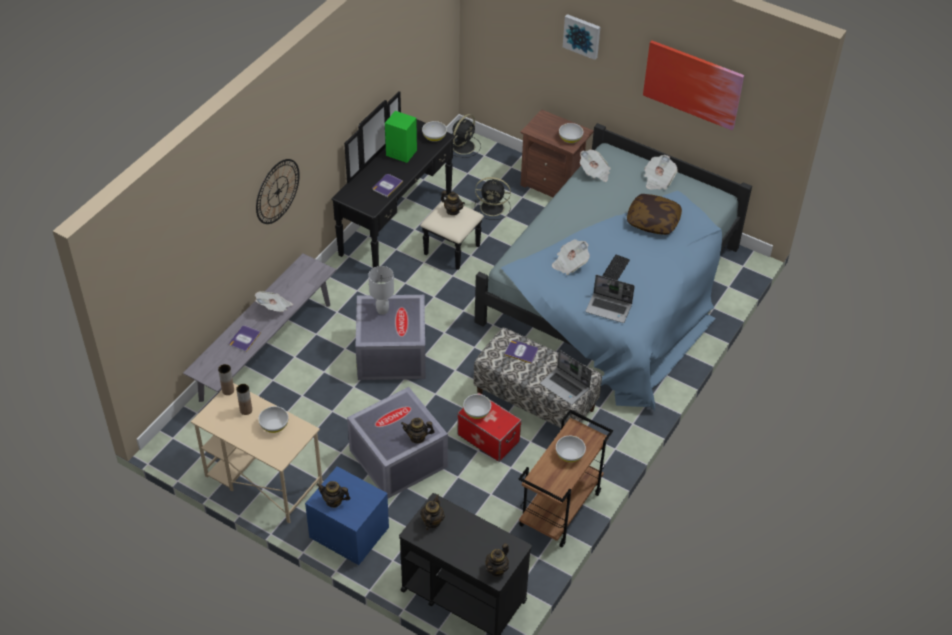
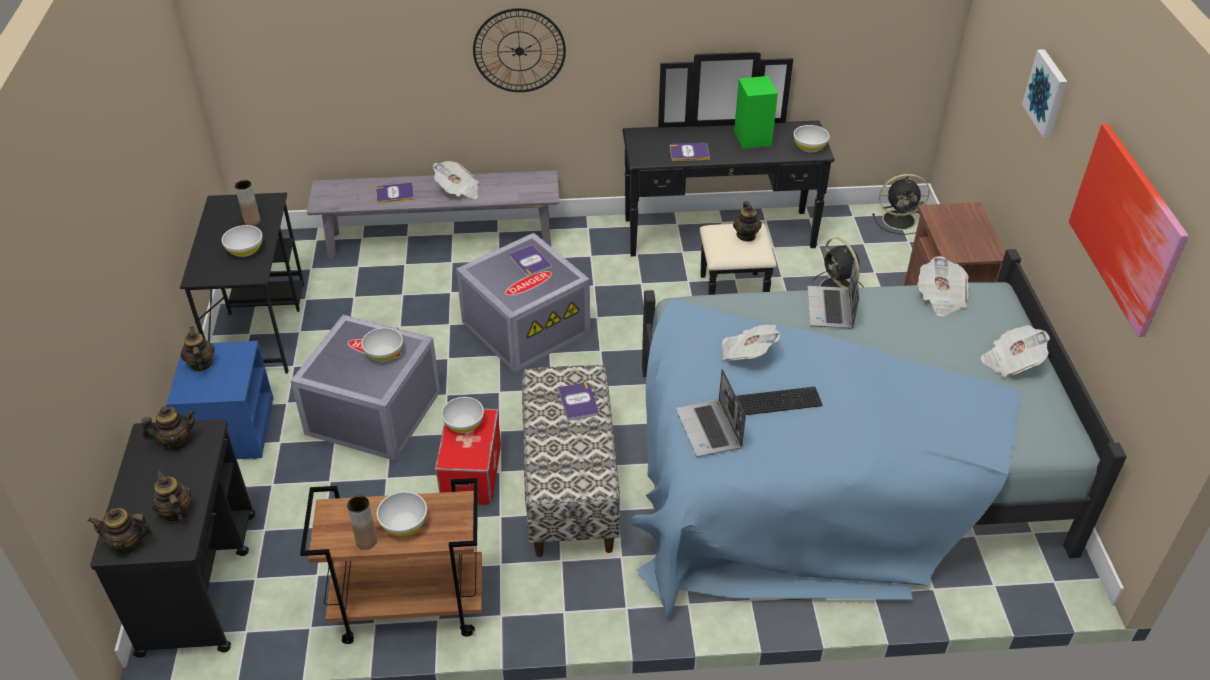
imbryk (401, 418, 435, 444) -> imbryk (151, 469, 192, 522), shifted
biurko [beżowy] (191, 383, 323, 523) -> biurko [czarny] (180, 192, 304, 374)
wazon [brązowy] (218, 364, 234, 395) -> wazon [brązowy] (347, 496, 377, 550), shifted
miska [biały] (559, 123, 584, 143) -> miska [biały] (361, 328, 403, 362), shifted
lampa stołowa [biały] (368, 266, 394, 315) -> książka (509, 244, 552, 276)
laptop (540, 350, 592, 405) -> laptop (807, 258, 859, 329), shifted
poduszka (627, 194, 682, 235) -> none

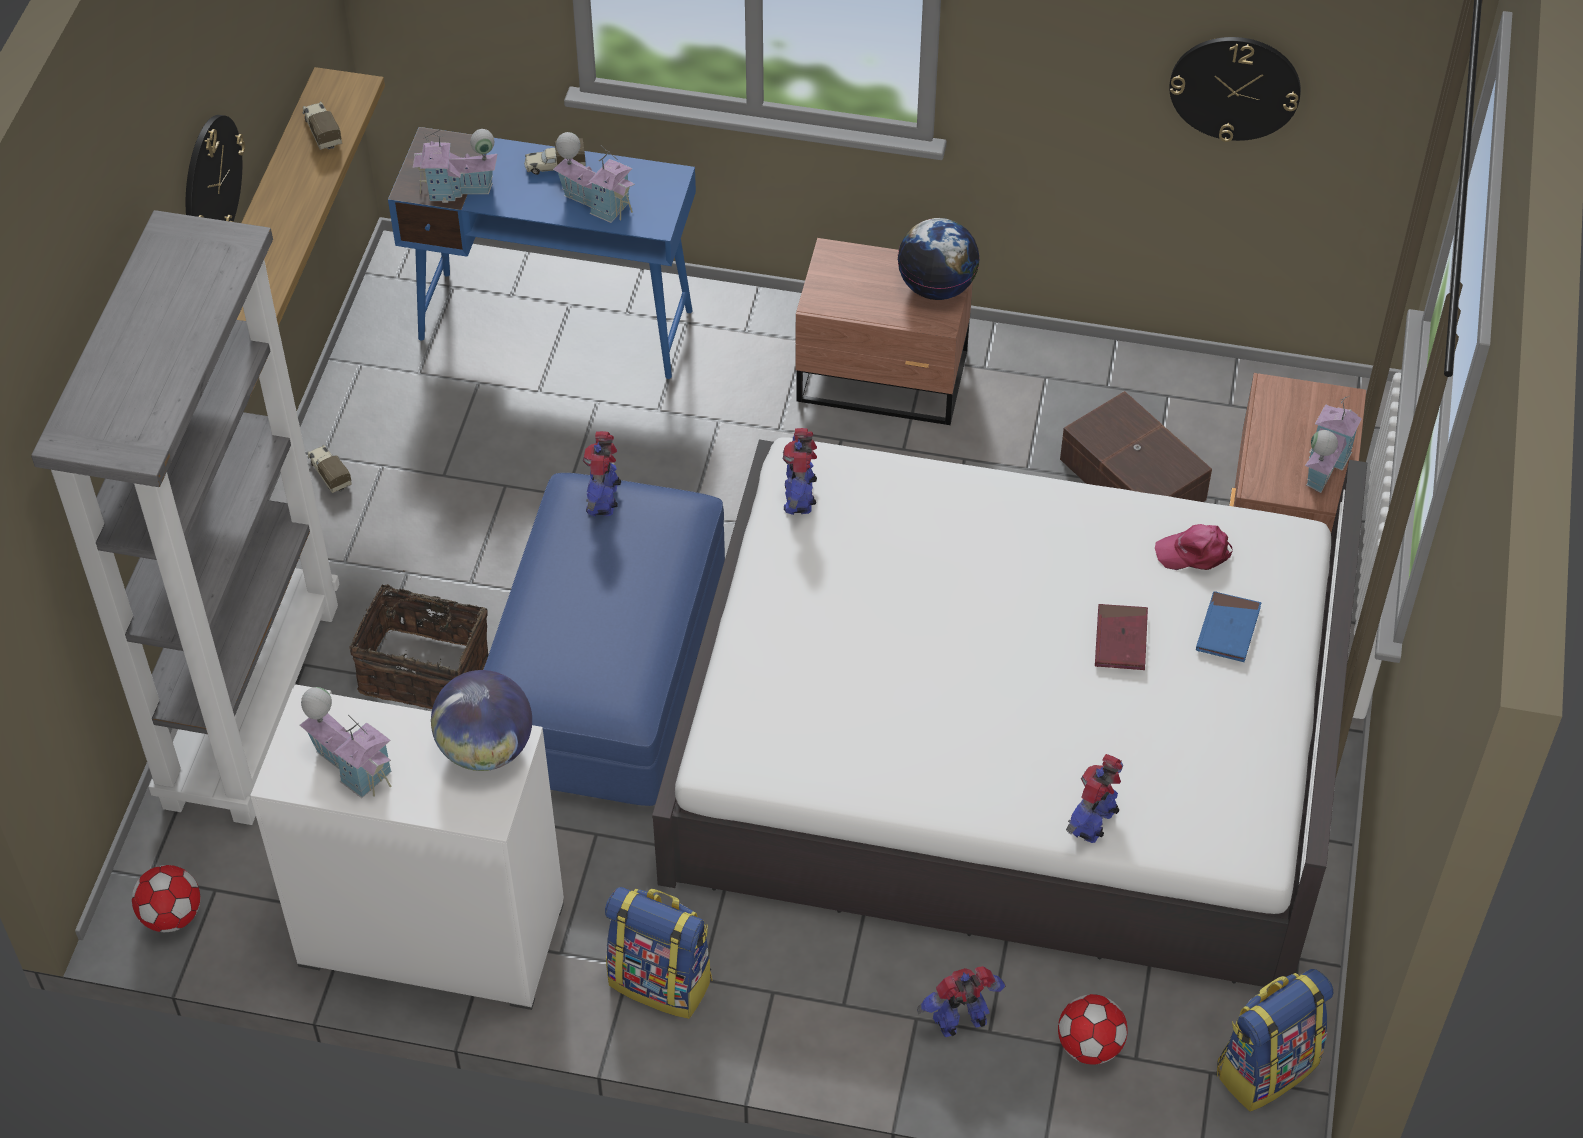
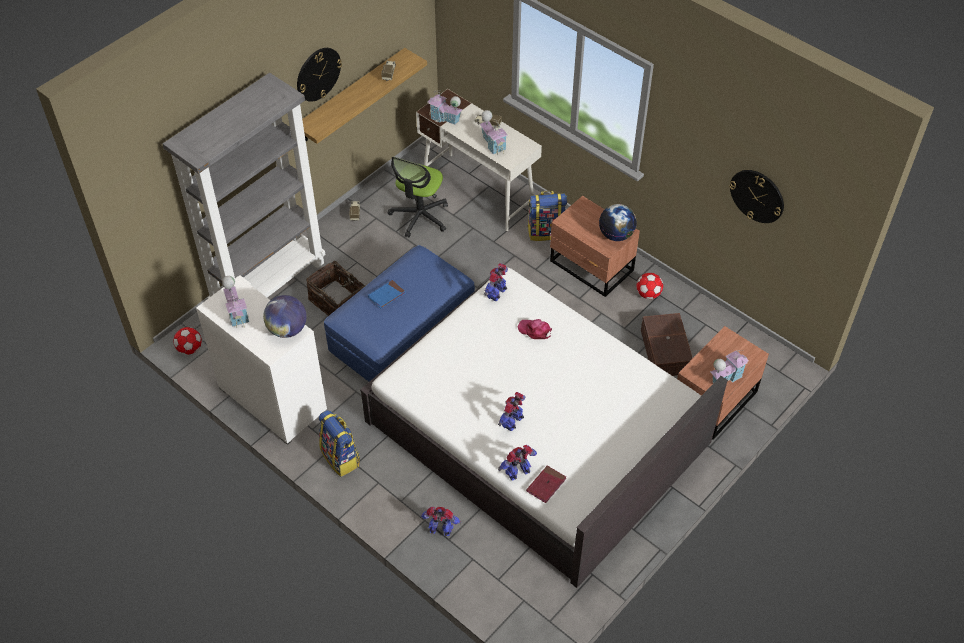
książka [niebieski] (1196, 591, 1261, 662) -> książka [niebieski] (368, 280, 406, 309), shifted
none -> krzesło biurowe (388, 157, 448, 238)
biurko [niebieski] (388, 127, 696, 379) -> biurko [biały] (416, 89, 542, 231)
robot zabawkowy (583, 431, 621, 517) -> robot zabawkowy (498, 392, 525, 431), shifted
czapka z daszkiem [różowy] (1155, 524, 1233, 570) -> czapka z daszkiem [różowy] (518, 319, 552, 339), shifted
książka [czerwony] (1095, 604, 1148, 670) -> książka [czerwony] (526, 465, 566, 503), shifted
plecak (1217, 969, 1333, 1112) -> plecak (527, 191, 567, 241), shifted
piłka futbolowa (1058, 994, 1128, 1065) -> piłka futbolowa (637, 273, 663, 299), shifted

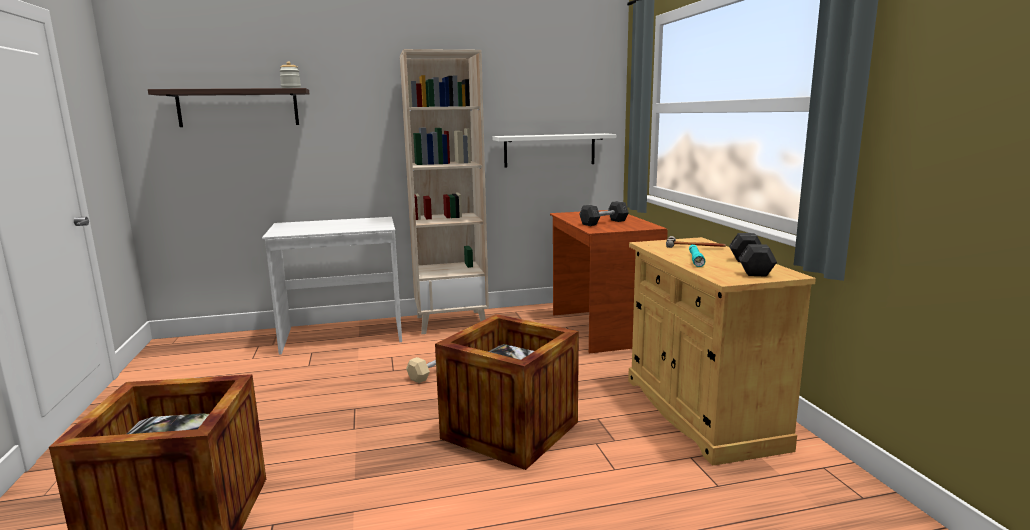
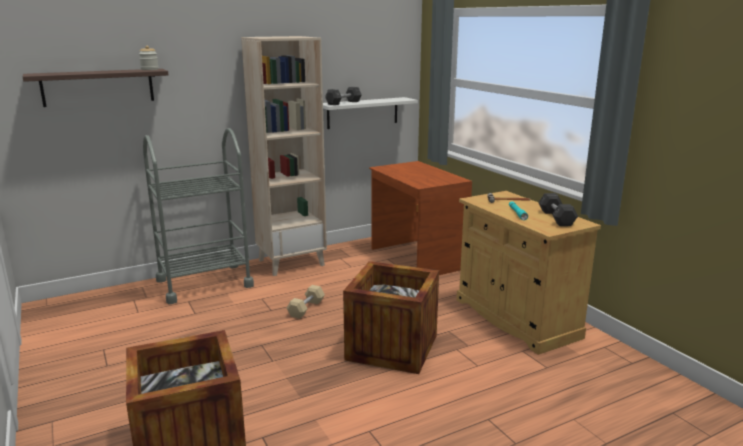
biurko [biały] (262, 217, 402, 355) -> wózek [szary] (143, 128, 254, 304)
hantel [szary] (579, 201, 629, 226) -> hantel [szary] (325, 87, 362, 105), shifted

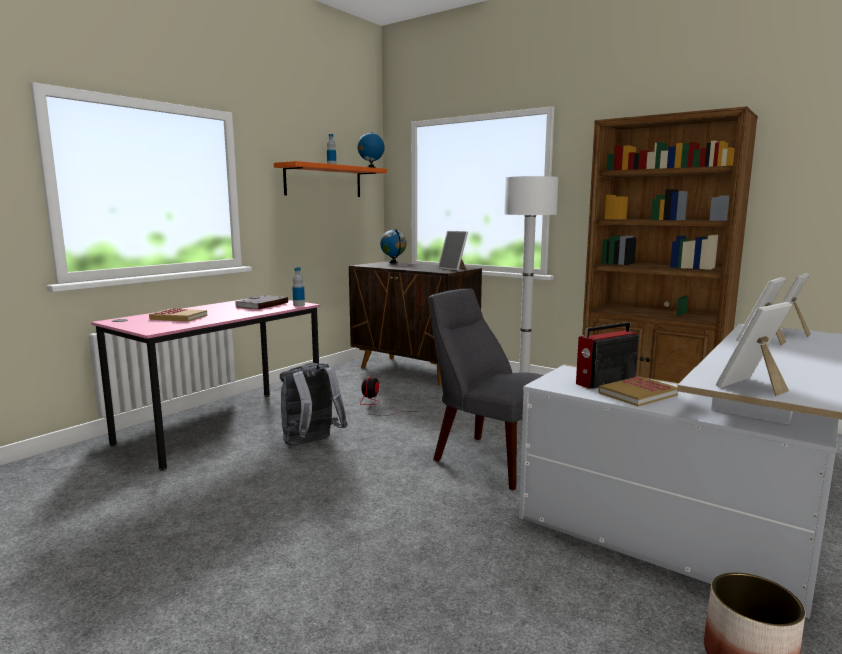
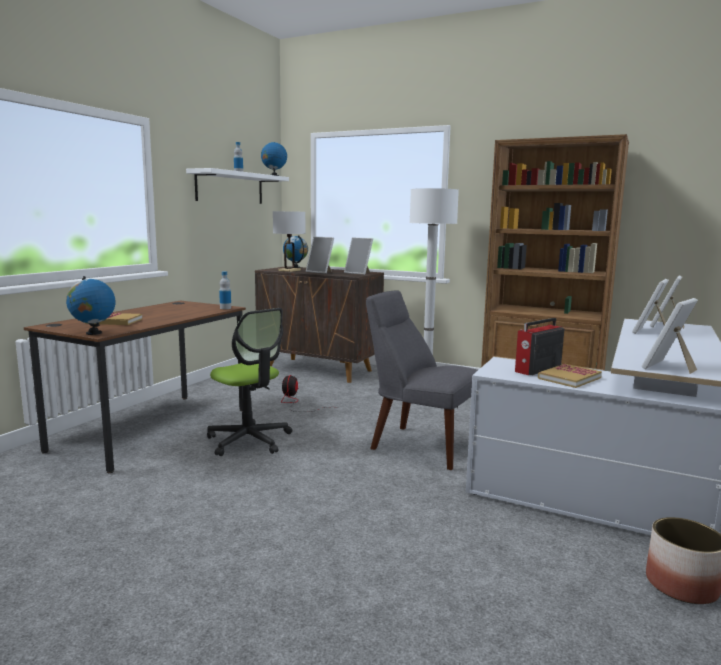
biurko [różowy] (91, 299, 320, 471) -> biurko [brązowy] (24, 301, 246, 473)
none -> globus (66, 276, 116, 335)
półka [pomarańczowy] (274, 161, 387, 197) -> półka [biały] (186, 168, 289, 204)
plecak [szary] (280, 363, 348, 446) -> krzesło biurowe (207, 308, 292, 456)
none -> lampa stołowa [biały] (273, 211, 306, 272)
none -> ramka na zdjęcie (306, 237, 334, 274)
książka (234, 295, 288, 310) -> none

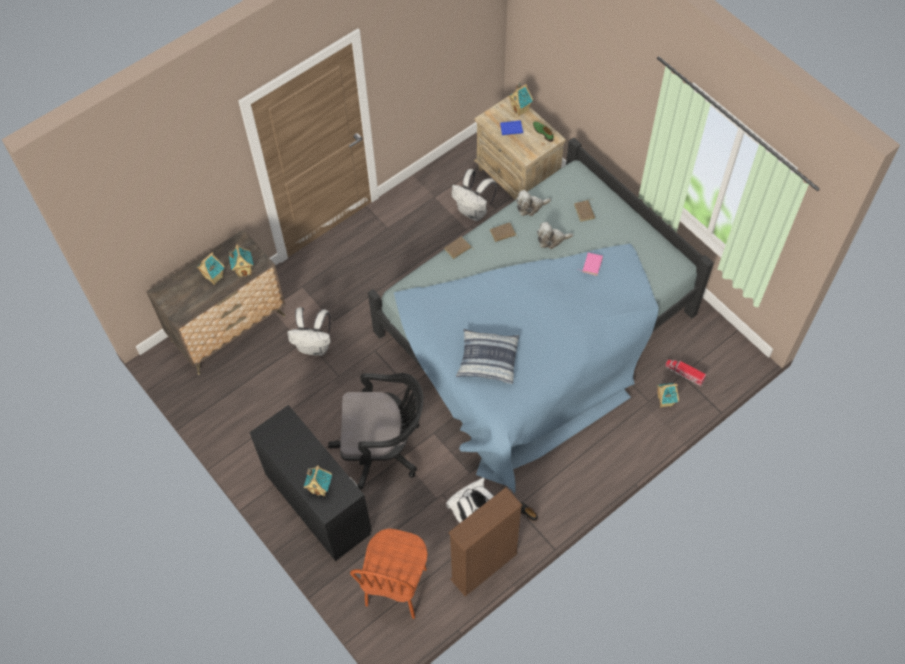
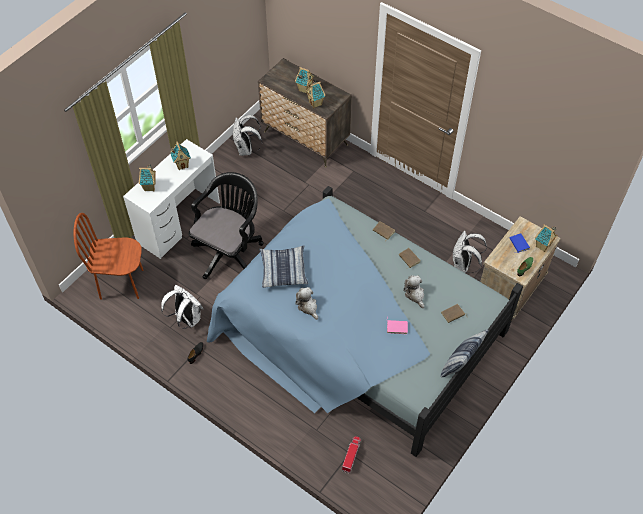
biurko [czarny] (249, 405, 372, 561) -> biurko [biały] (123, 139, 220, 259)
domek (657, 383, 679, 408) -> domek (170, 142, 191, 170), shifted
krzesło biurowe [czarny] (328, 373, 424, 490) -> krzesło biurowe [czarny] (189, 172, 263, 279), 135 degrees counterclockwise
plecak [biały] (287, 307, 331, 356) -> plecak [biały] (233, 115, 262, 156), shifted
pluszak (516, 190, 551, 216) -> pluszak (296, 287, 318, 320), shifted
none -> poduszka (441, 329, 489, 377)
regał [brązowy] (448, 487, 522, 596) -> none

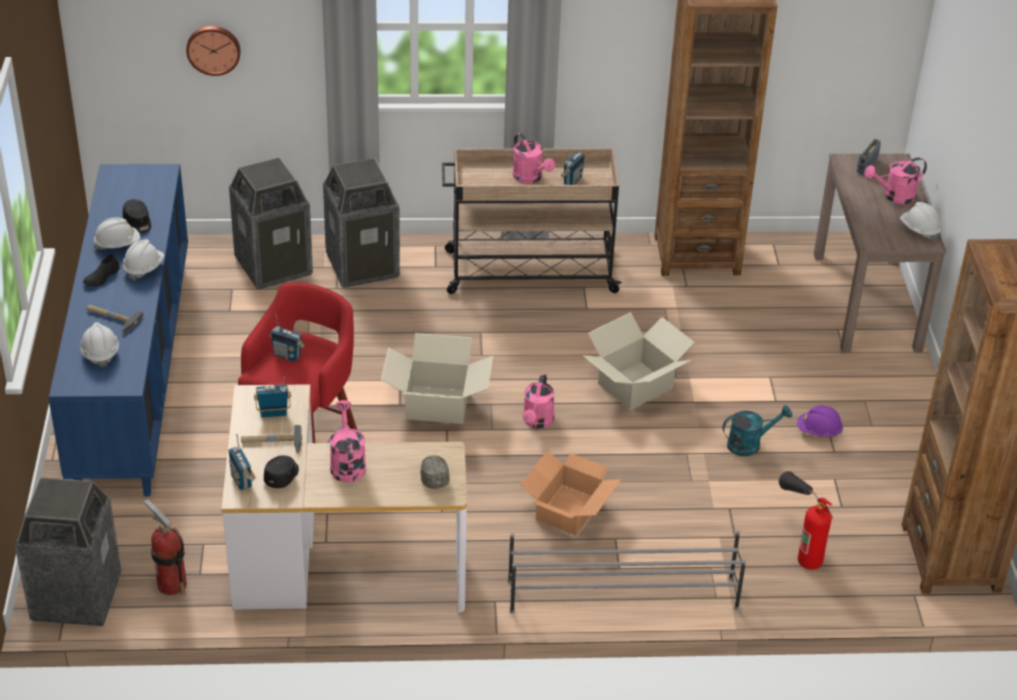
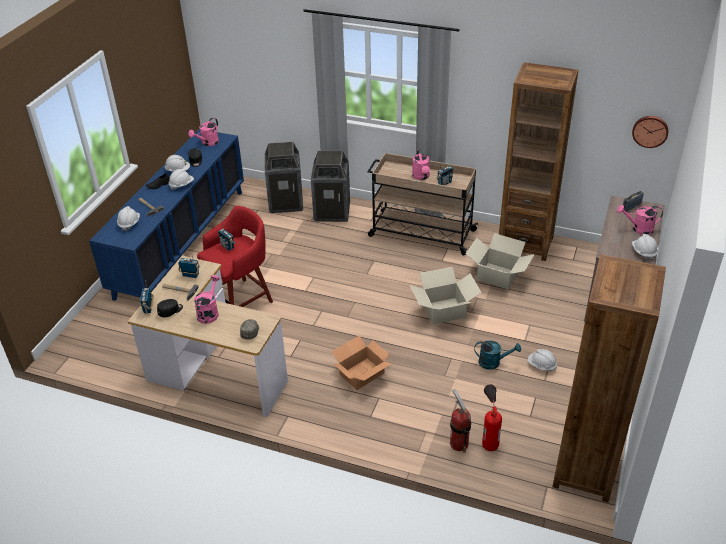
konewka [różowy] (523, 374, 555, 429) -> konewka [różowy] (188, 118, 219, 146), shifted
gaśnica (144, 499, 187, 595) -> gaśnica (450, 389, 471, 453), shifted
karton (381, 333, 493, 424) -> karton (466, 233, 535, 289), shifted
kask [fioletowy] (797, 405, 843, 437) -> kask [biały] (528, 349, 557, 371)
zegar ścienny (186, 26, 241, 76) -> zegar ścienny (632, 116, 668, 148), shifted
kosz na śmieci (15, 477, 122, 626) -> none
regał na buty [szary] (508, 530, 746, 614) -> none

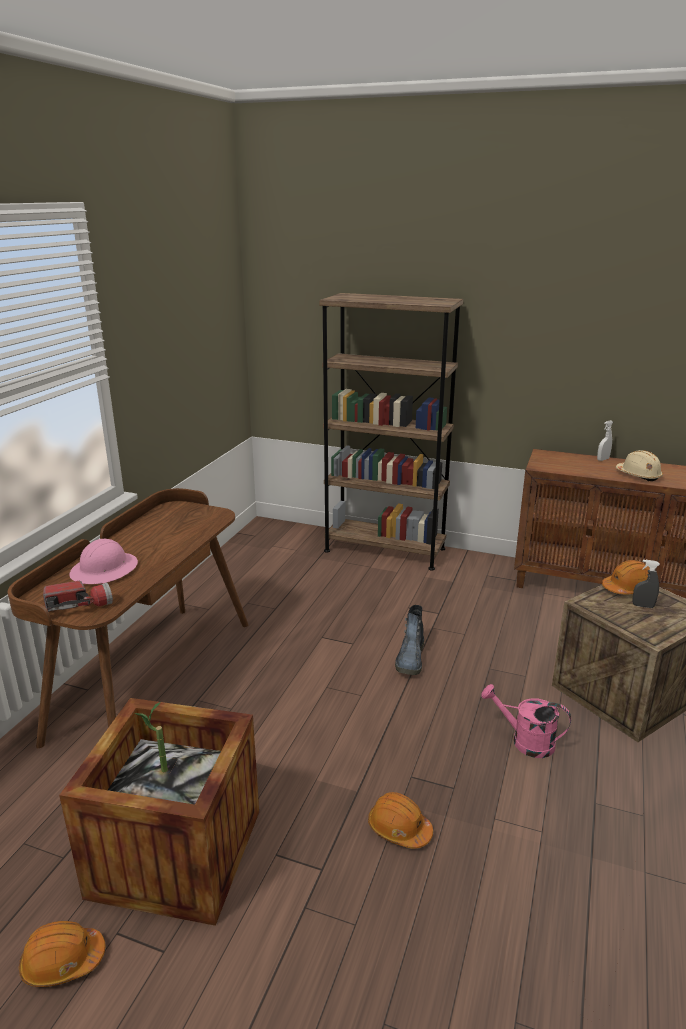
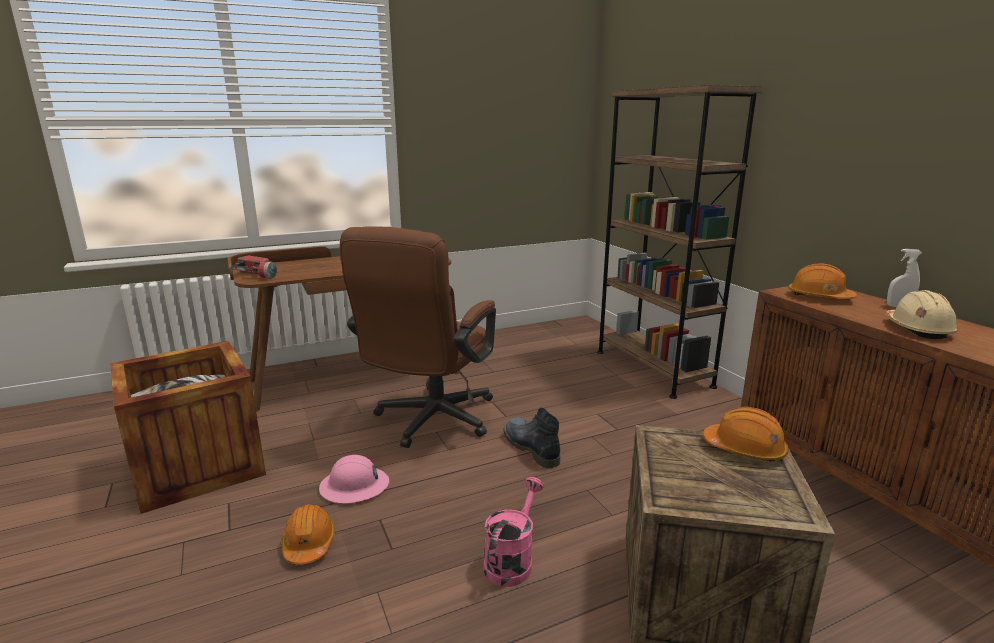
kask [różowy] (69, 539, 138, 584) -> kask [różowy] (319, 455, 389, 503), shifted
none -> krzesło biurowe [brązowy] (340, 226, 496, 448)
konewka [różowy] (481, 684, 571, 758) -> konewka [różowy] (483, 477, 544, 587), 45 degrees clockwise
but z cholewką (395, 605, 424, 675) -> but z cholewką (503, 408, 560, 468), 90 degrees clockwise
kask [pomarańczowy] (19, 921, 105, 987) -> kask [pomarańczowy] (788, 264, 857, 299), shifted
roślina doniczkowa (134, 702, 168, 773) -> none
spryskiwacz [szary] (632, 560, 660, 608) -> none

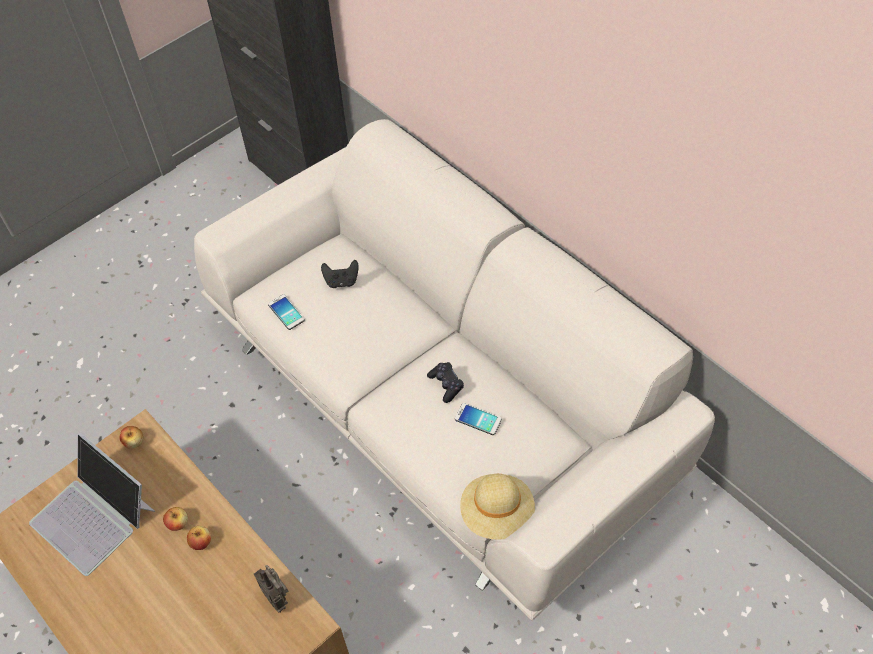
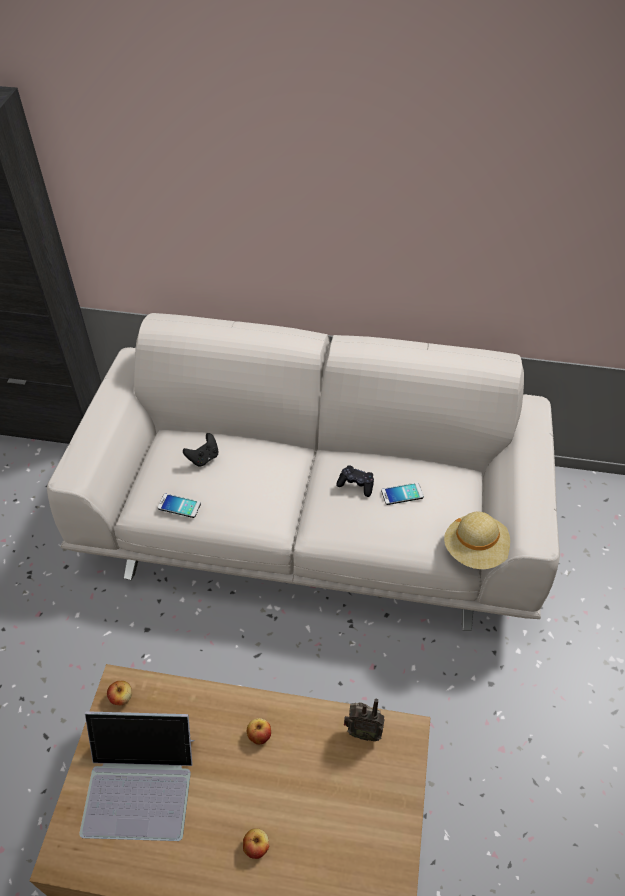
jabłko (163, 507, 188, 531) -> jabłko (243, 828, 270, 859), shifted

